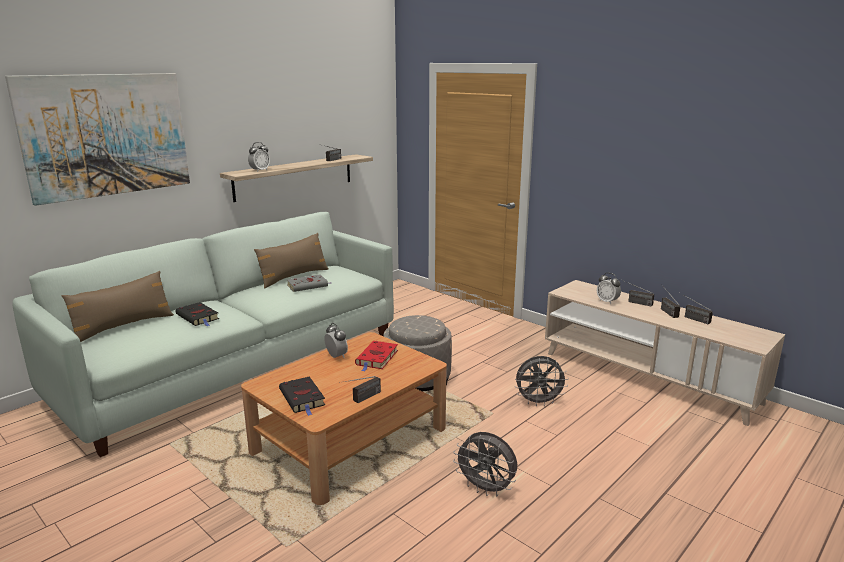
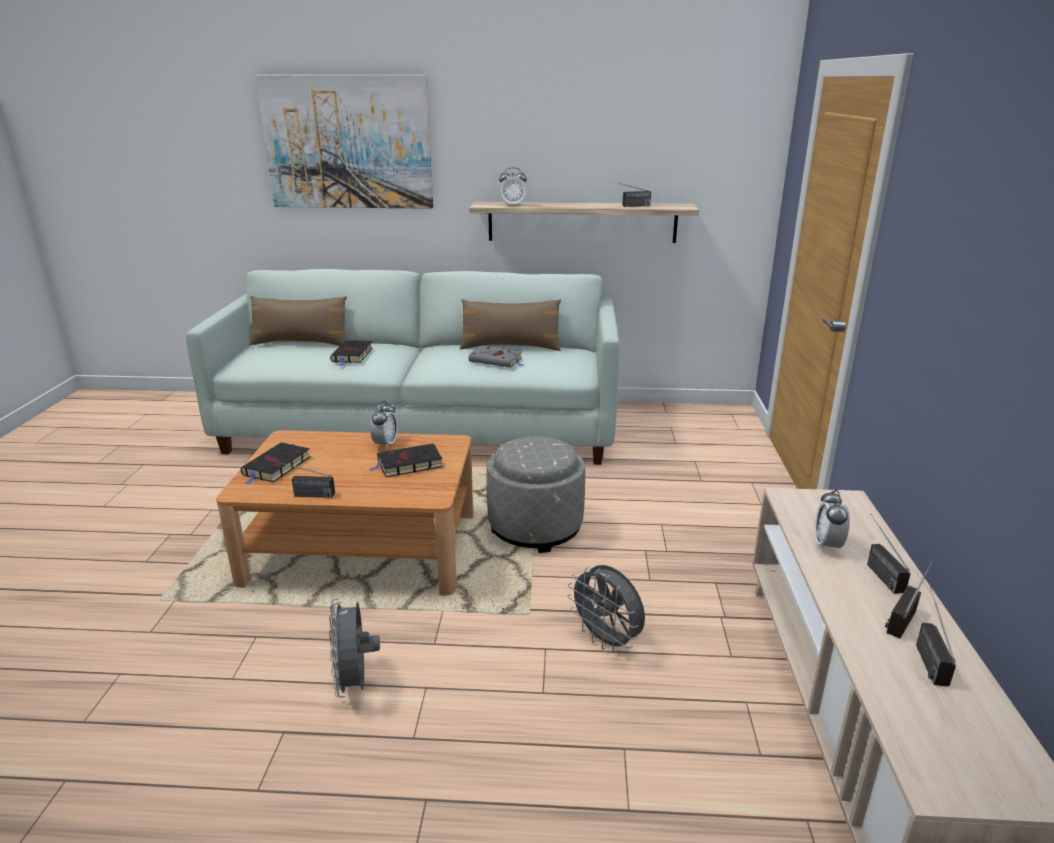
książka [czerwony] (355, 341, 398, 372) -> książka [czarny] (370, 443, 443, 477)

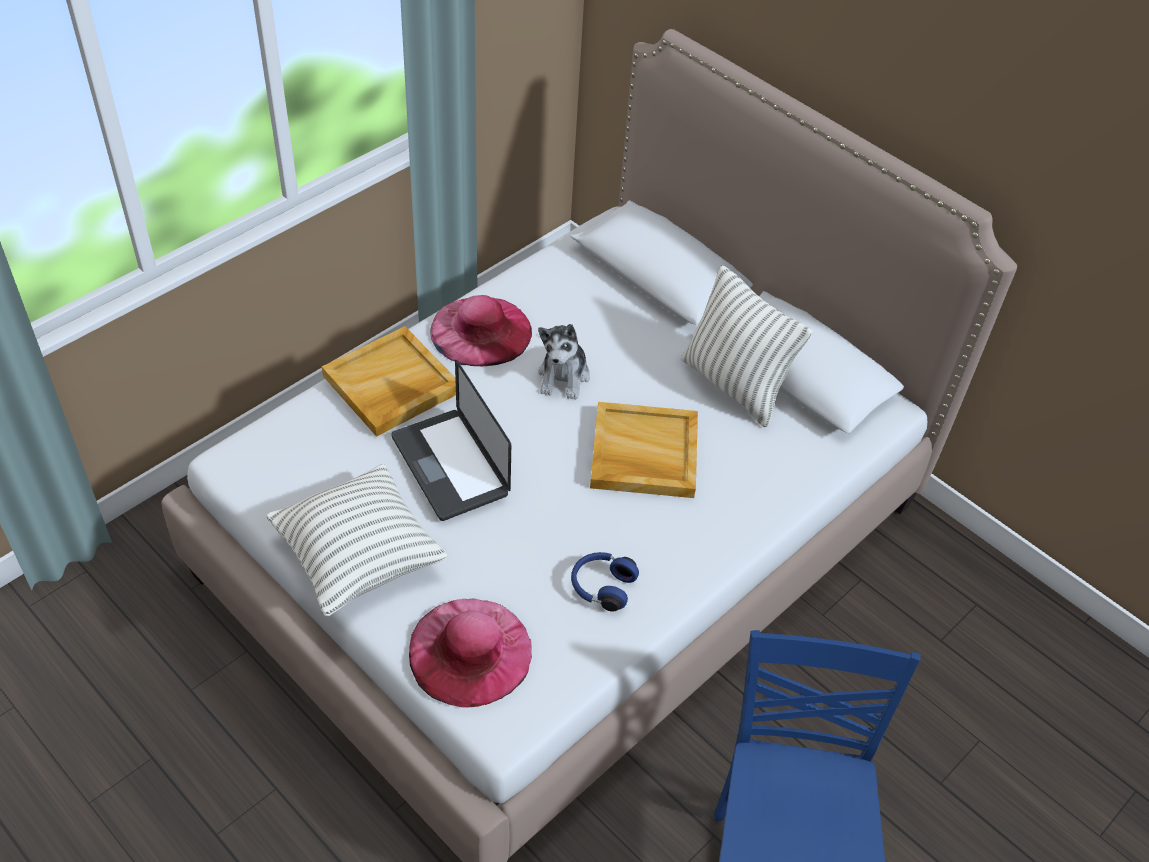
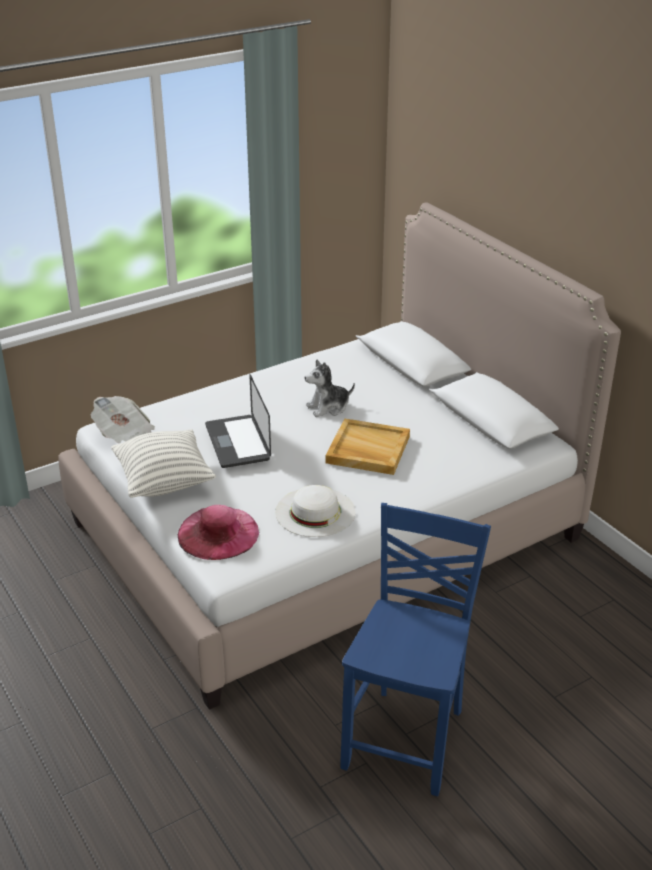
none -> gazeta (91, 396, 155, 443)
słuchawki [niebieski] (571, 552, 639, 612) -> kapelusz [biały] (275, 485, 355, 537)
pluszak (538, 324, 590, 400) -> pluszak (305, 359, 355, 417), 45 degrees clockwise
taca [beżowy] (322, 326, 456, 437) -> none
kapelusz [różowy] (430, 295, 532, 366) -> none
poduszka (681, 265, 812, 427) -> none

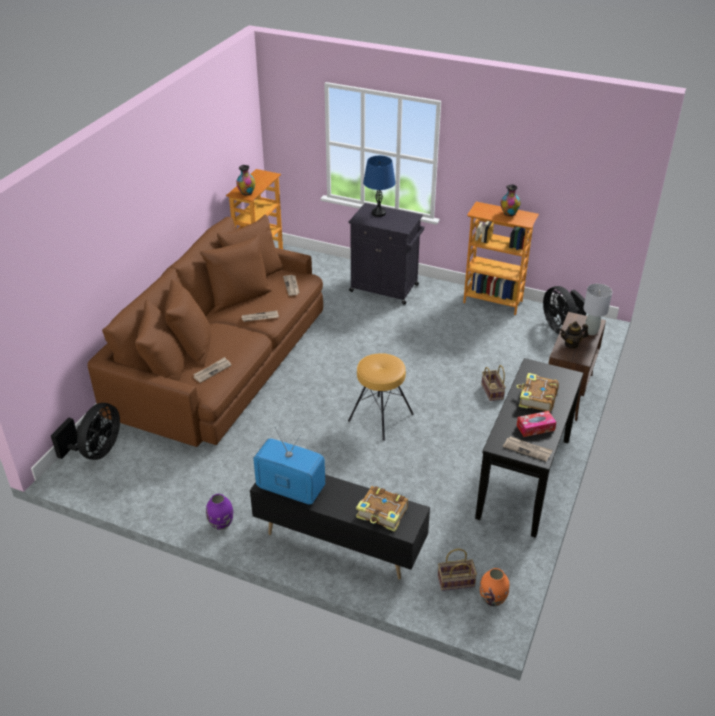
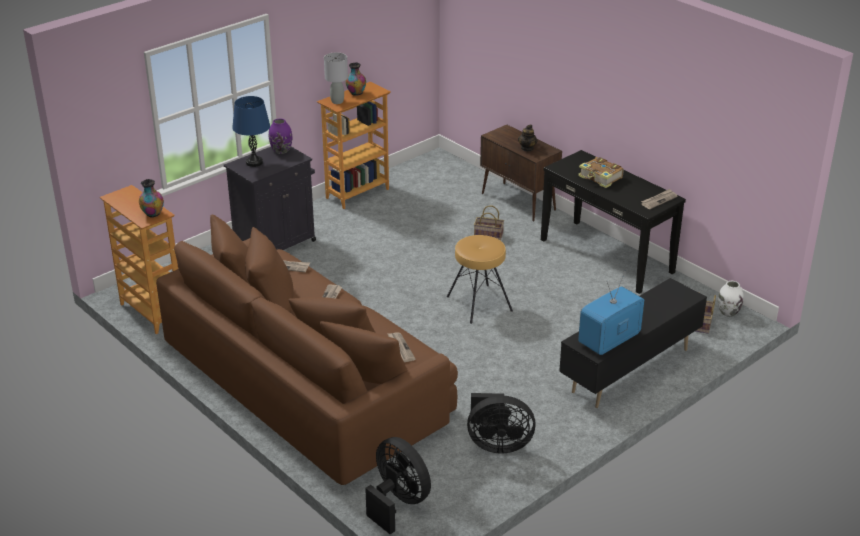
wazon [fioletowy] (206, 494, 233, 530) -> wazon [fioletowy] (269, 119, 292, 154), shifted
lampa stołowa [szary] (583, 284, 612, 335) -> lampa stołowa [szary] (324, 52, 348, 104), shifted
wentylator [czarny] (543, 286, 586, 334) -> wentylator [czarny] (467, 393, 536, 454), shifted
wazon [pomarańczowy] (480, 568, 510, 606) -> wazon [biały] (718, 281, 744, 317)
książka (356, 486, 408, 532) -> none
pudełko chusteczek (516, 411, 556, 437) -> none

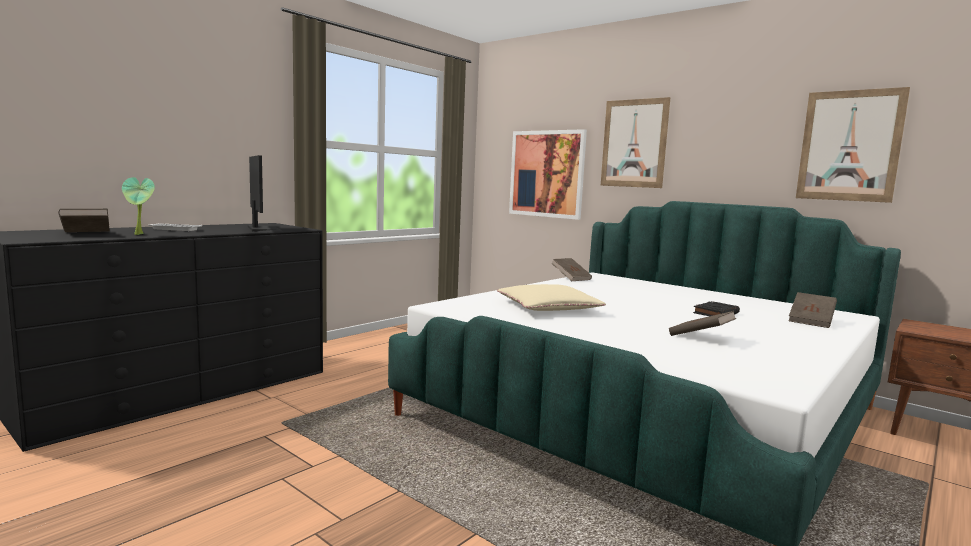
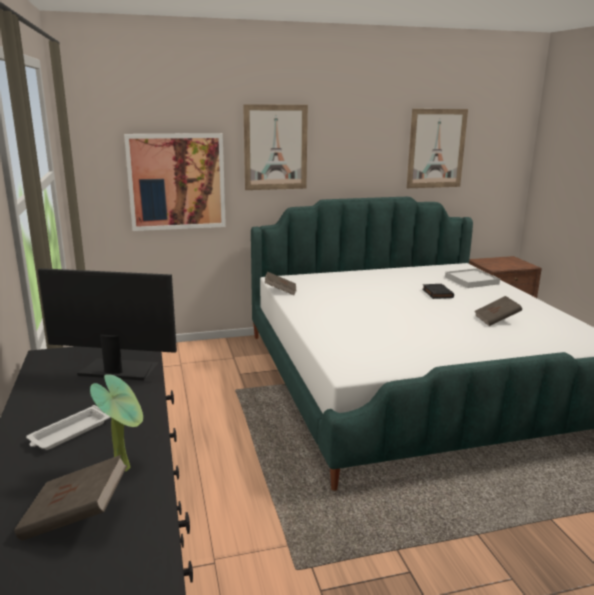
książka [brązowy] (789, 292, 837, 328) -> taca [biały] (445, 268, 500, 288)
poduszka [beżowy] (497, 284, 606, 311) -> none

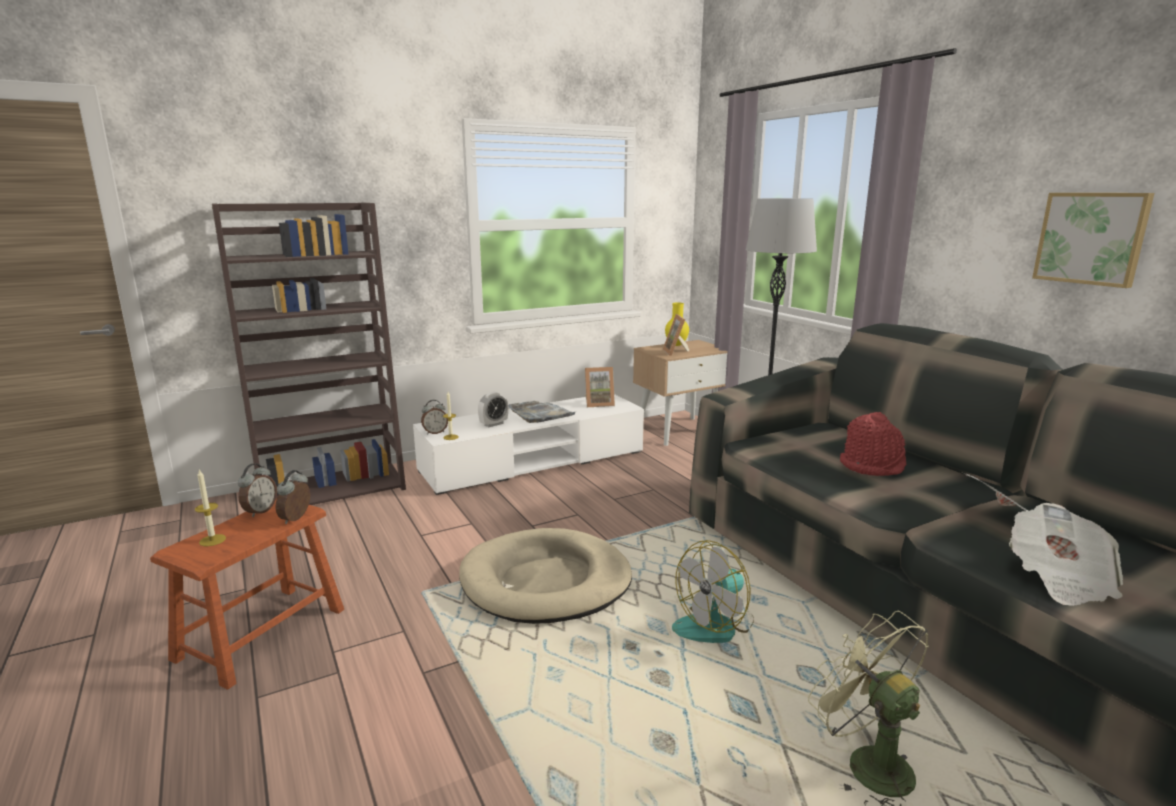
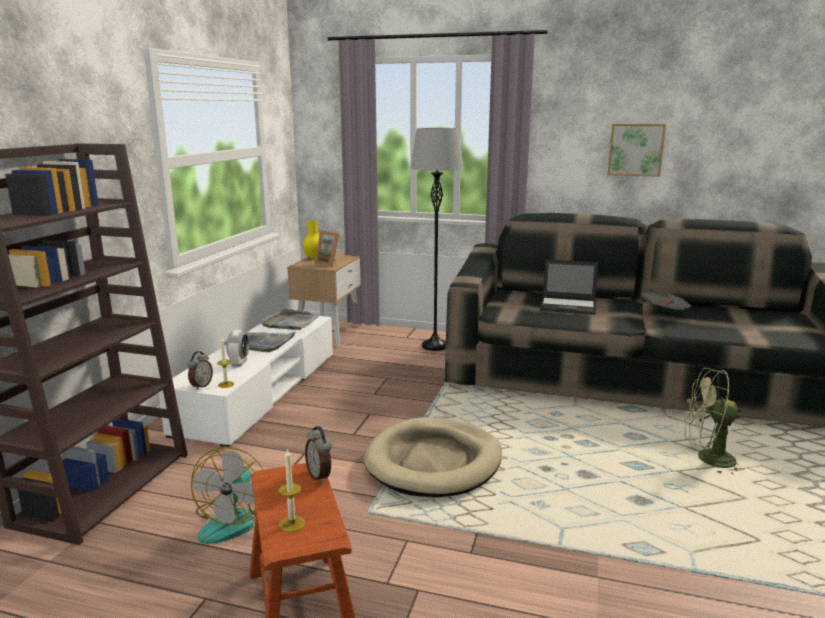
wentylator (672, 540, 754, 643) -> wentylator (191, 447, 263, 544), shifted
ramka na zdjęcie (585, 367, 615, 407) -> taca [szary] (259, 309, 319, 330)
kapelusz [czerwony] (840, 412, 906, 476) -> laptop (540, 259, 599, 315)
budzik (238, 463, 277, 517) -> none
gazeta (1009, 503, 1123, 606) -> none

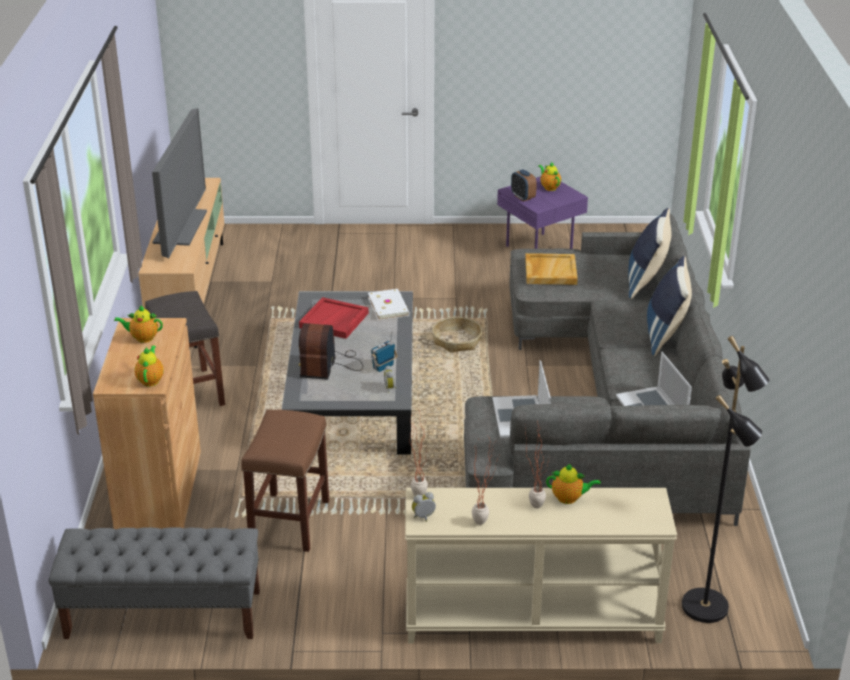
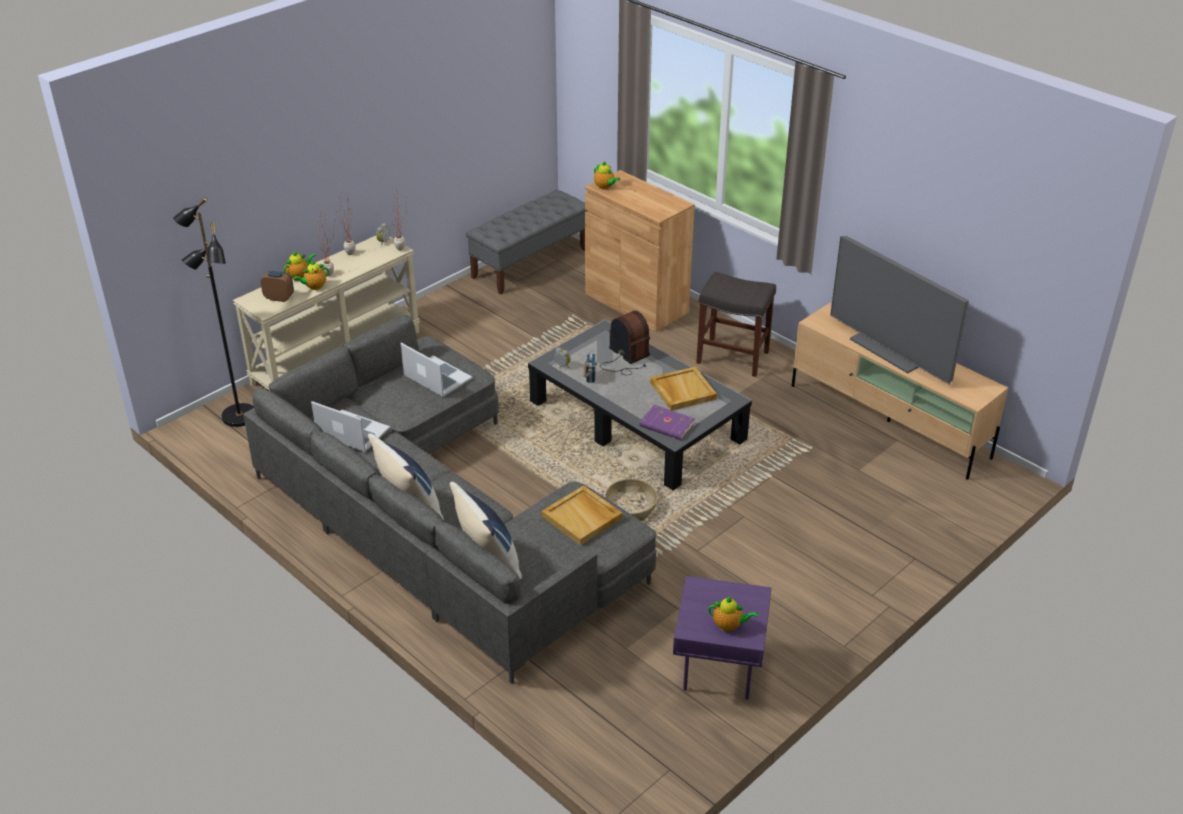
budzik (511, 169, 537, 201) -> budzik (261, 271, 294, 302), shifted
imbryk (114, 305, 163, 343) -> imbryk (283, 251, 316, 281), shifted
książka [biały] (368, 289, 410, 320) -> książka [fioletowy] (639, 405, 695, 440)
taca [czerwony] (299, 297, 368, 339) -> taca [beżowy] (650, 367, 717, 411)
stołek [brązowy] (241, 410, 329, 552) -> none

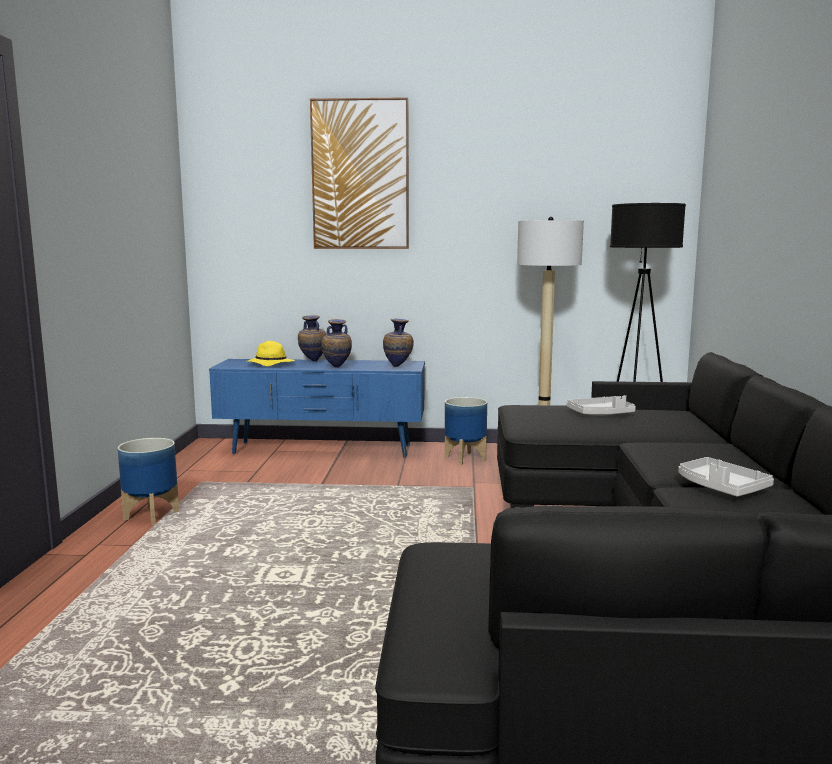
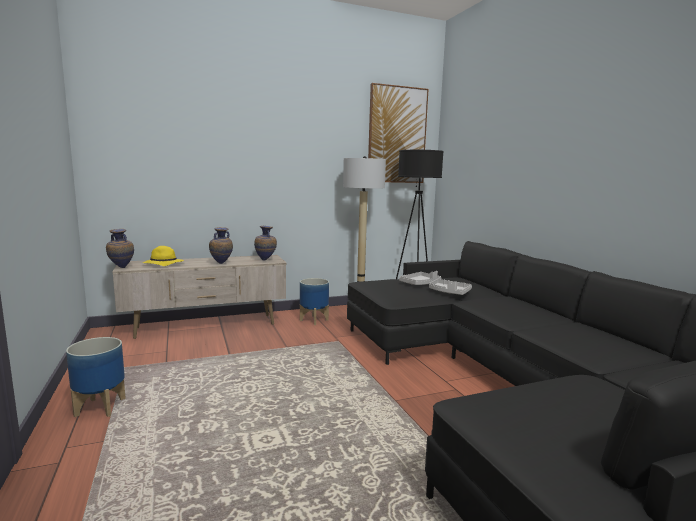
wazon (298, 315, 326, 362) -> wazon (106, 229, 134, 268), shifted
szafka pod telewizor [niebieski] (209, 359, 425, 458) -> szafka pod telewizor [beżowy] (112, 255, 287, 339)
obraz (310, 97, 409, 249) -> obraz (368, 83, 428, 183), shifted
taca [szary] (678, 457, 774, 497) -> taca [szary] (429, 279, 472, 295), shifted

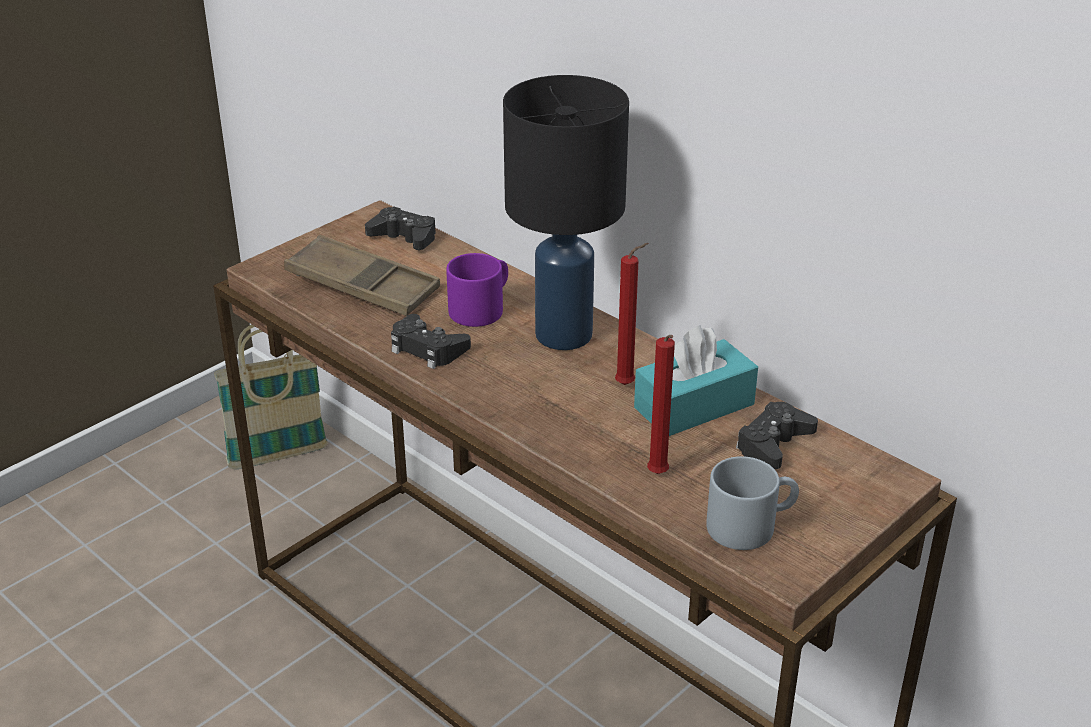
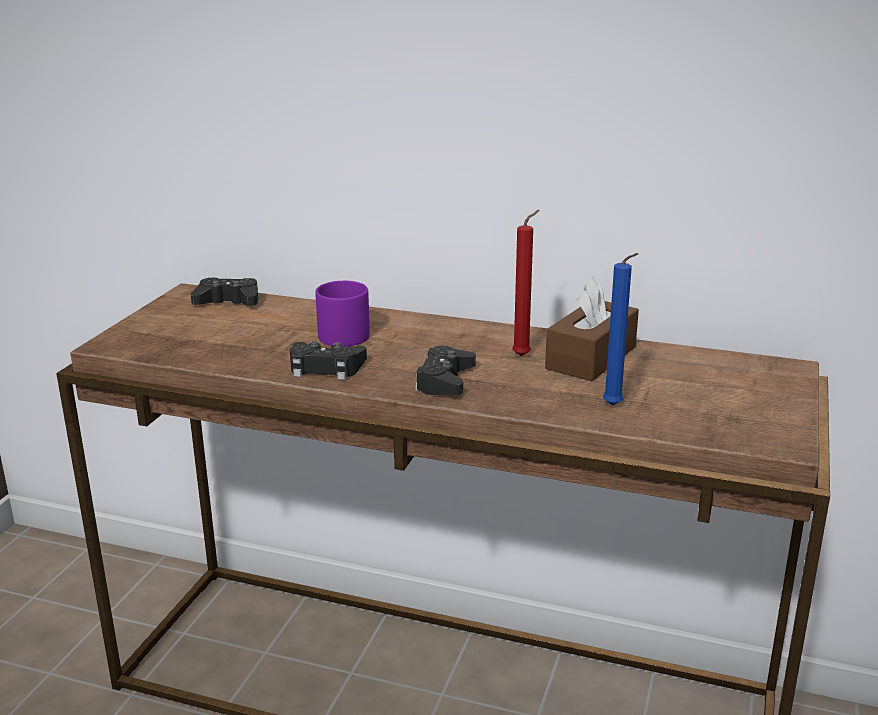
pad do gier [czarny] (736, 402, 818, 469) -> pad do gier [czarny] (415, 346, 476, 396), shifted
pudełko chusteczek [turkusowy] (634, 325, 758, 436) -> pudełko chusteczek [brązowy] (545, 277, 639, 381)
świeca [czerwony] (647, 335, 675, 474) -> świeca [niebieski] (603, 253, 638, 406)
koszyk (214, 325, 328, 469) -> none
taca [brązowy] (284, 235, 440, 316) -> none
lampa stołowa [czarny] (503, 75, 629, 350) -> none
kubek [szary] (706, 456, 799, 550) -> none

